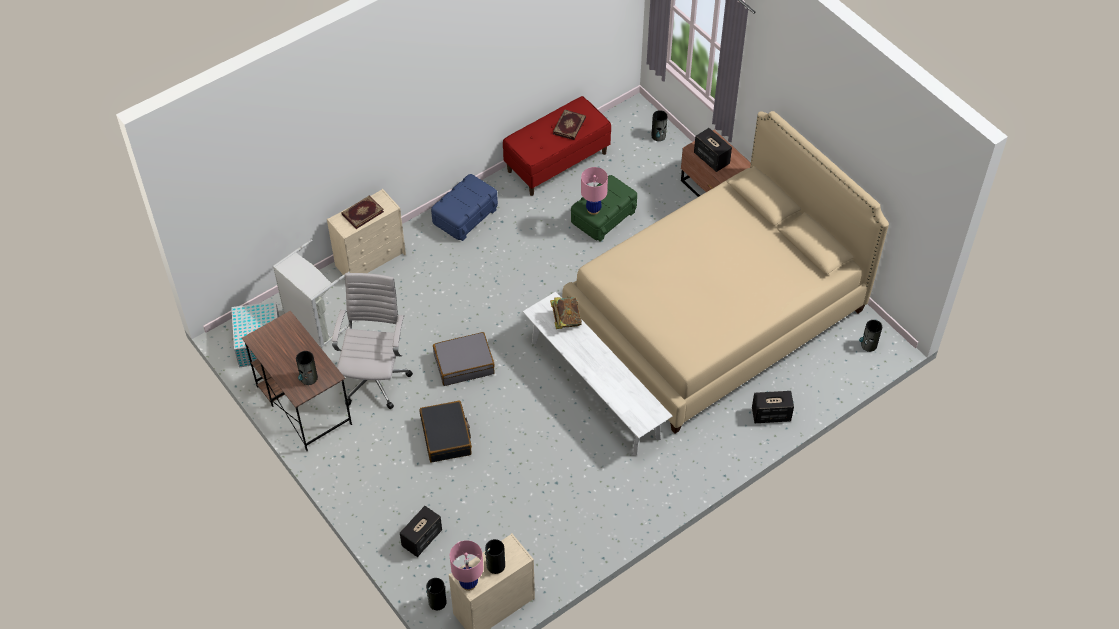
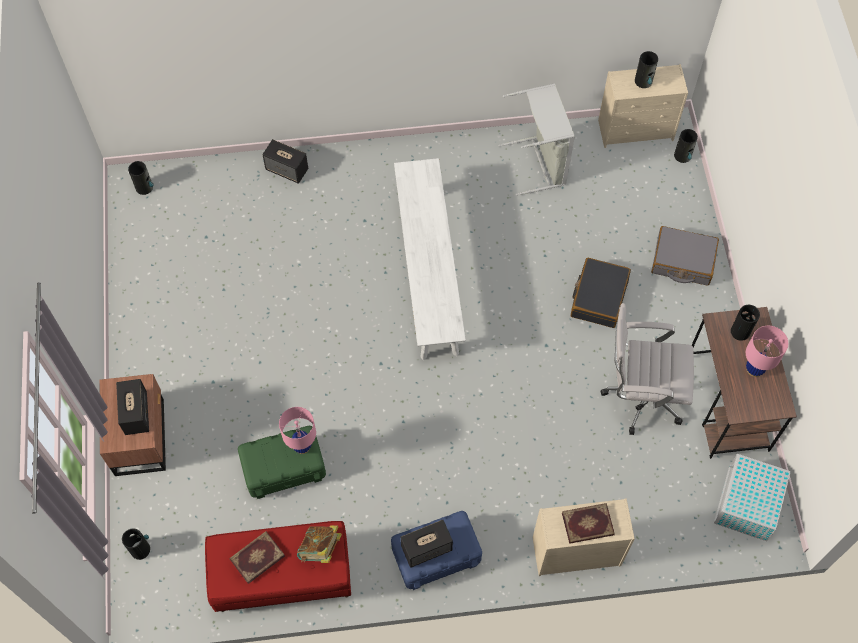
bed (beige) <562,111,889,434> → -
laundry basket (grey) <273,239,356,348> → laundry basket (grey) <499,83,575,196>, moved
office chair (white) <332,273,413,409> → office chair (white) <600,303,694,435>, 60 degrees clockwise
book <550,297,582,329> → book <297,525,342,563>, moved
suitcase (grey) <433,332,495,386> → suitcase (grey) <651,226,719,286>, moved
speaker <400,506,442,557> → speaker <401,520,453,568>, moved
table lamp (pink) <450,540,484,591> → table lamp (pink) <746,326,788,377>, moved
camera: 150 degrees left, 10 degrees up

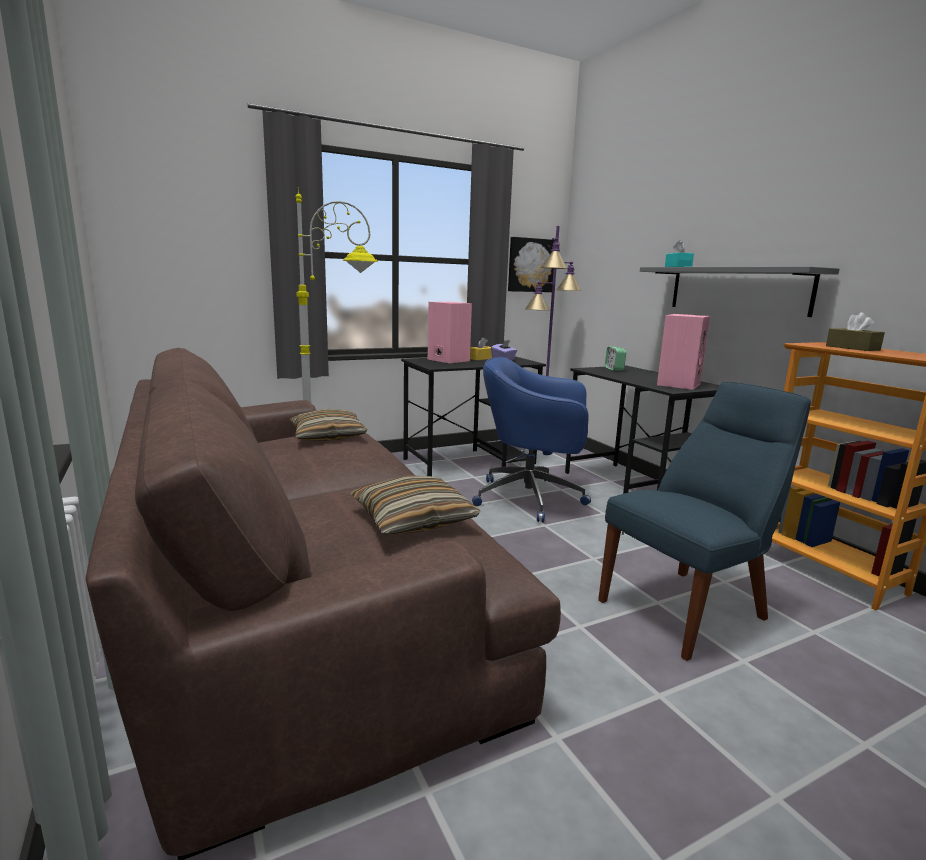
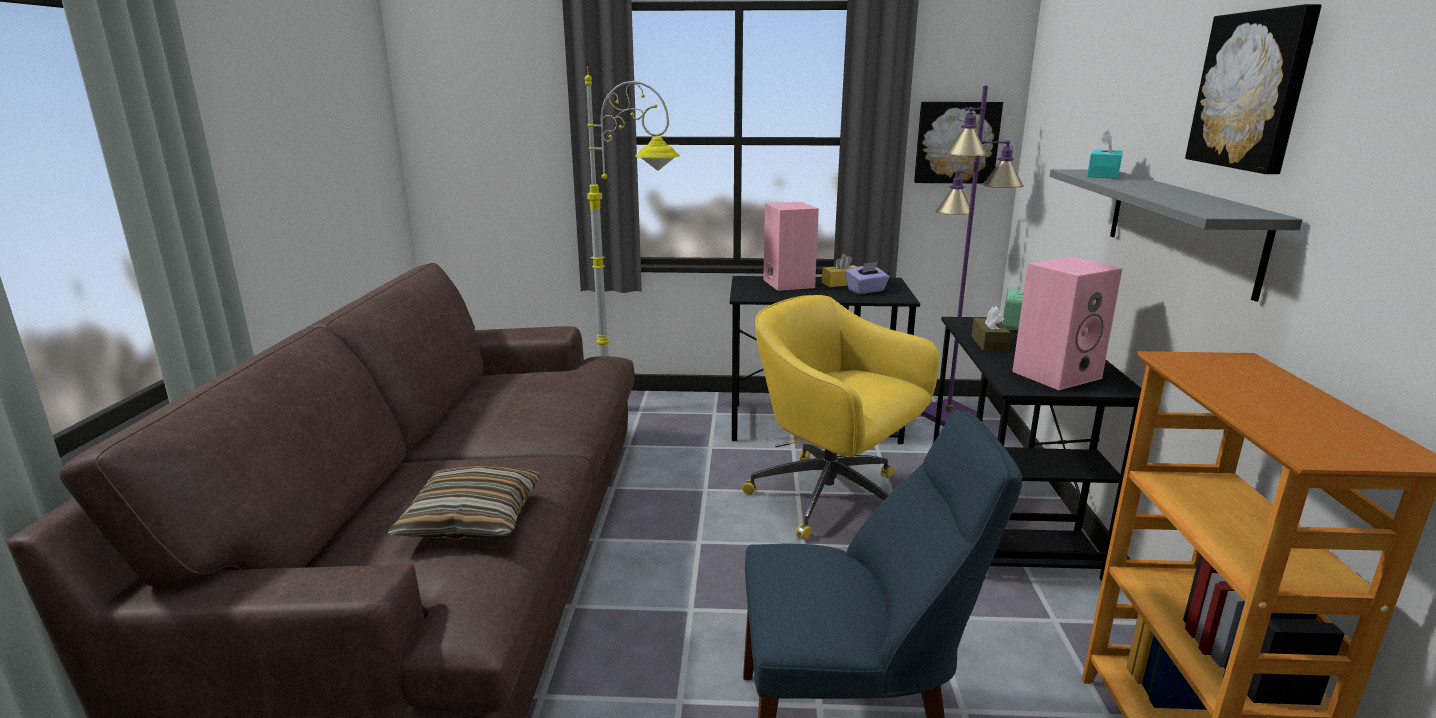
tissue box (brown) <826,312,885,351> → tissue box (brown) <972,306,1011,352>, moved
office chair (blue) <472,357,591,523> → office chair (yellow) <742,295,939,540>
pillow <290,409,368,441> → -
- → picture <1185,4,1322,174>
camera: 30 degrees right, 5 degrees up

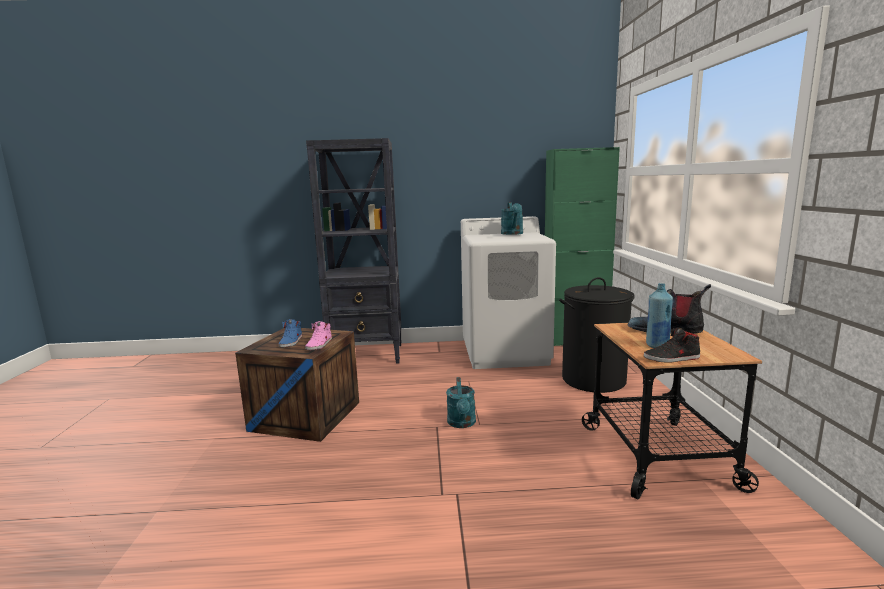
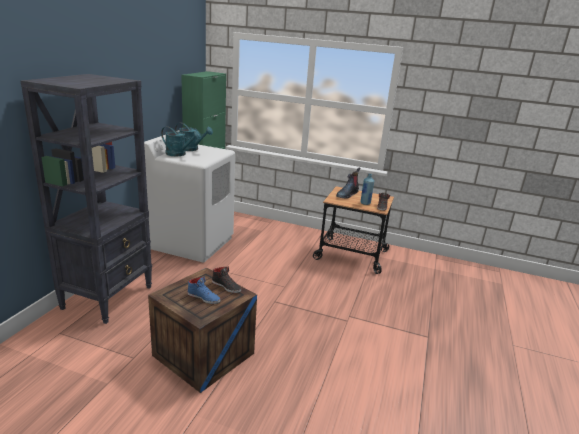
laundry basket (black) <559,277,635,393> → -
shoe (pink) <305,321,332,350> → shoe (black) <212,266,241,293>
watering can (turquoise) <446,377,476,428> → watering can (turquoise) <161,126,201,156>, moved
camera: 70 degrees left, 10 degrees up

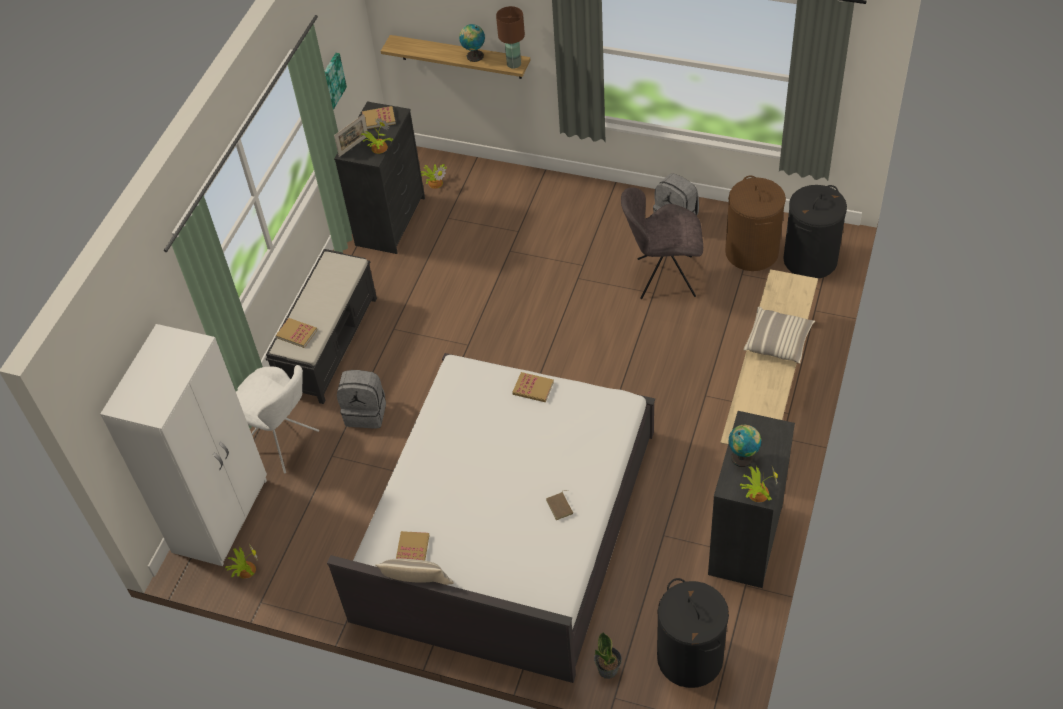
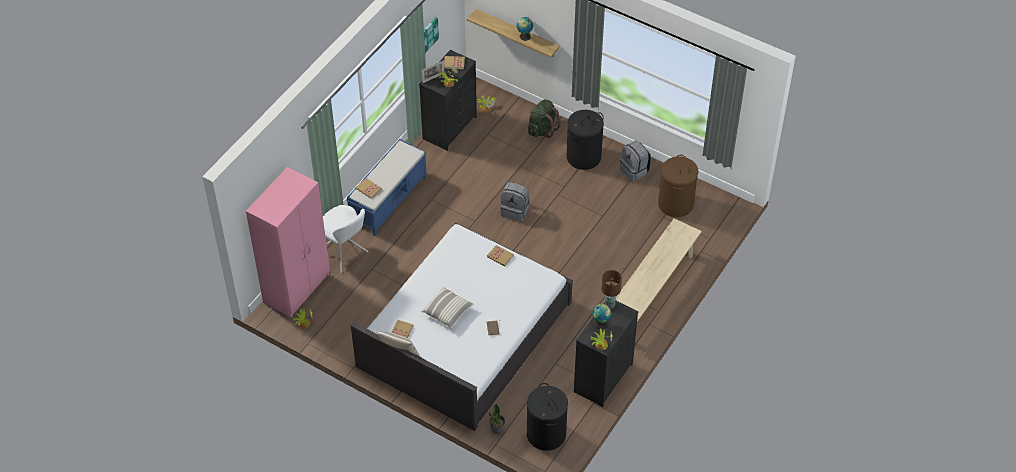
table lamp (brown) <496,6,525,69> → table lamp (brown) <601,270,622,309>, moved
laundry basket (black) <783,185,847,279> → laundry basket (black) <567,110,604,170>, moved
chair (grey) <621,187,703,299> → -
bench (black) <266,249,377,404> → bench (blue) <346,139,427,236>
pillow <744,307,815,364> → pillow <421,286,474,329>, moved
wardrobe (white) <100,324,267,566> → wardrobe (pink) <246,167,330,318>
backpack (grey) <337,370,386,429> → backpack (grey) <500,182,529,222>, moved
- → backpack (green) <528,99,561,138>
camera: 10 degrees right, 0 degrees up

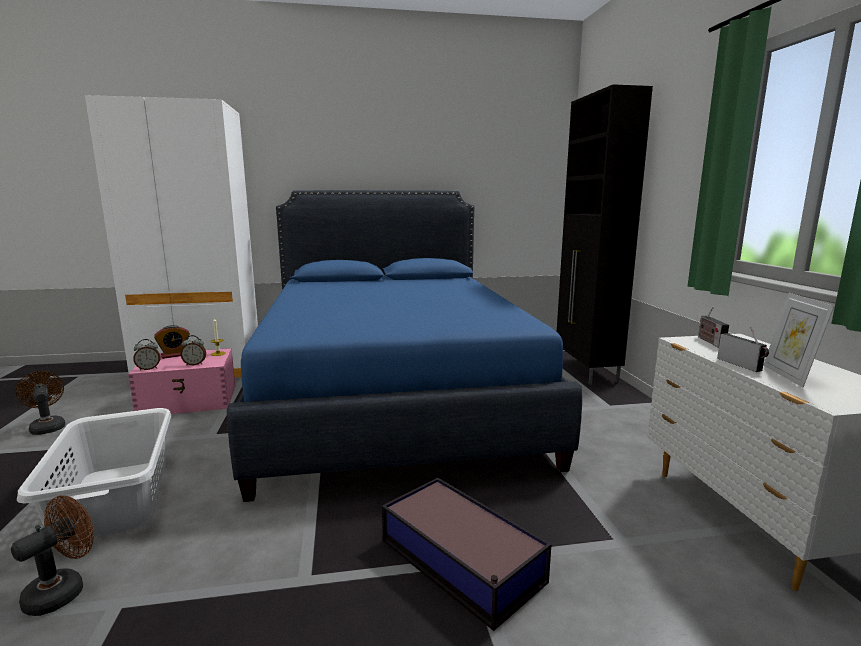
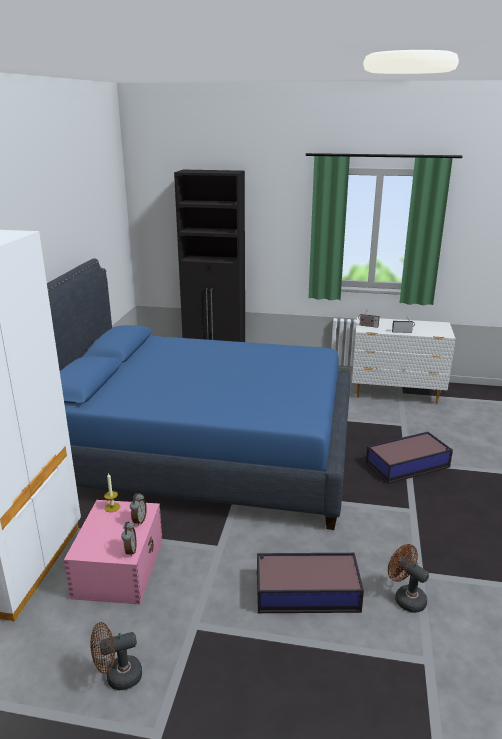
picture frame <763,293,834,387> → -
alarm clock <154,325,190,359> → -
laundry basket (white) <17,408,171,544> → storage box <257,553,364,613>
camera: 70 degrees left, 10 degrees up

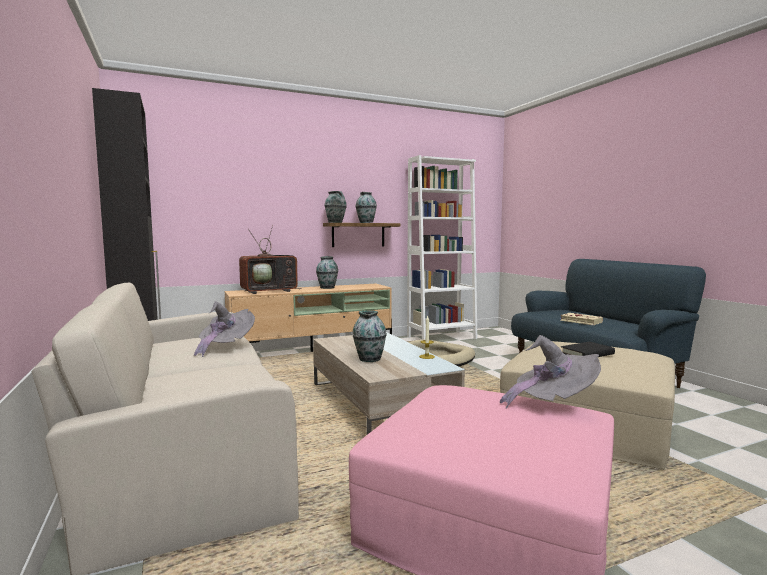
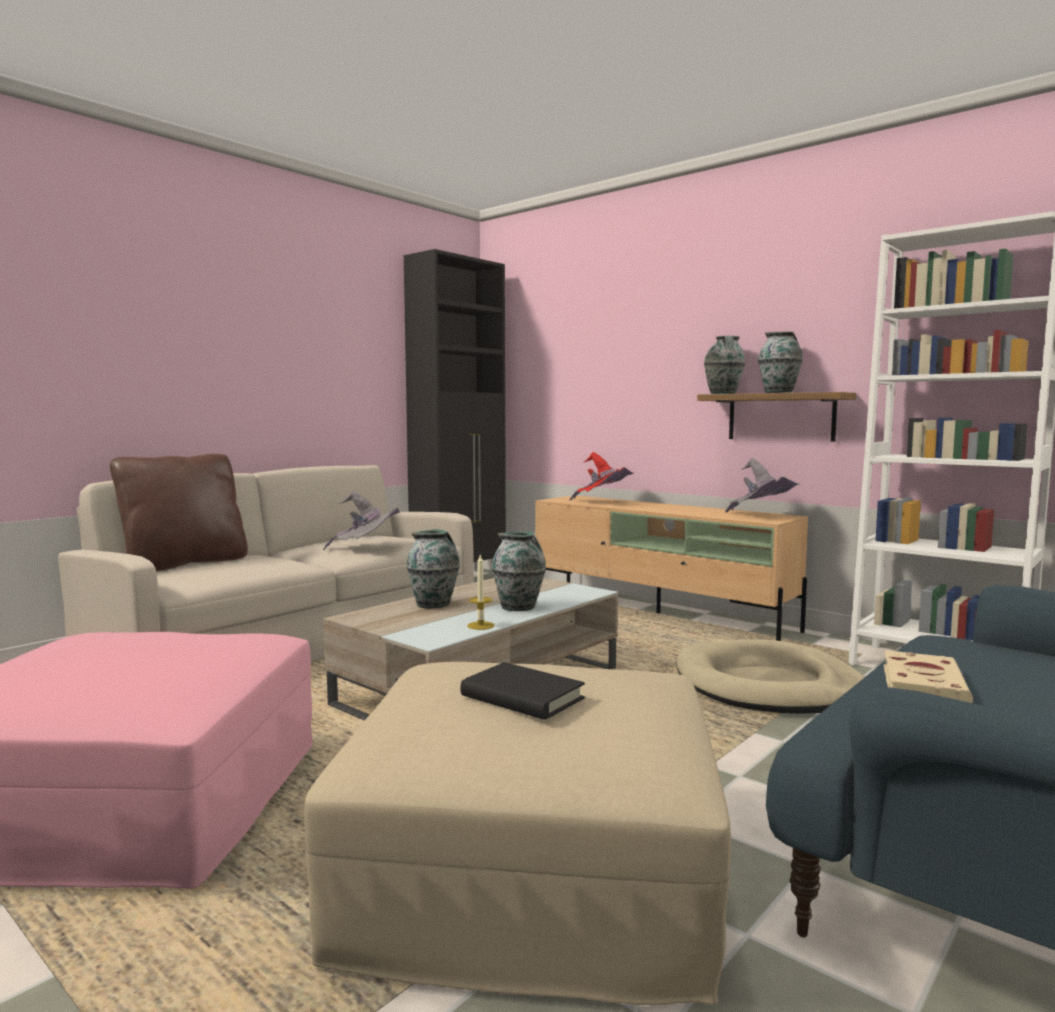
television <239,225,301,294> → hat (red) <569,452,634,501>
vase <316,256,338,289> → vase <492,531,546,611>, moved
hat (grey) <500,335,601,409> → hat (grey) <725,458,800,512>, moved
- → pillow (brown) <110,454,248,571>
camera: 65 degrees right, 0 degrees up

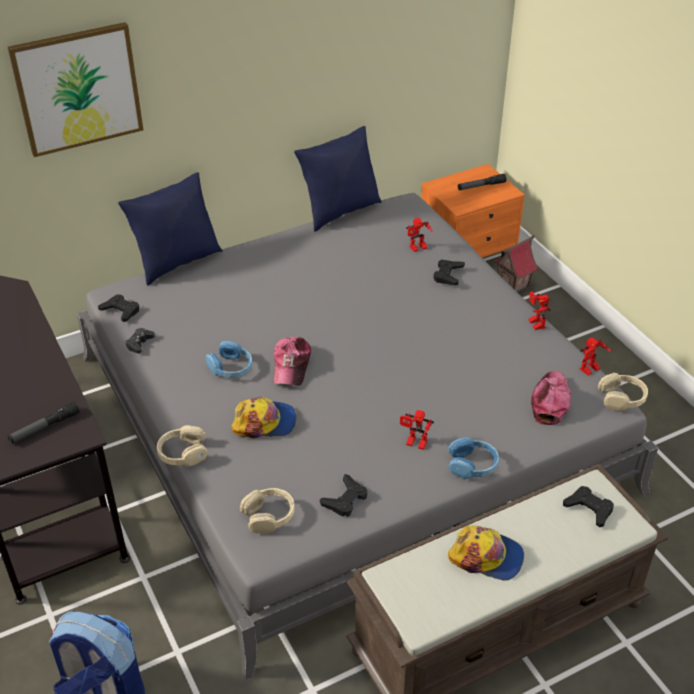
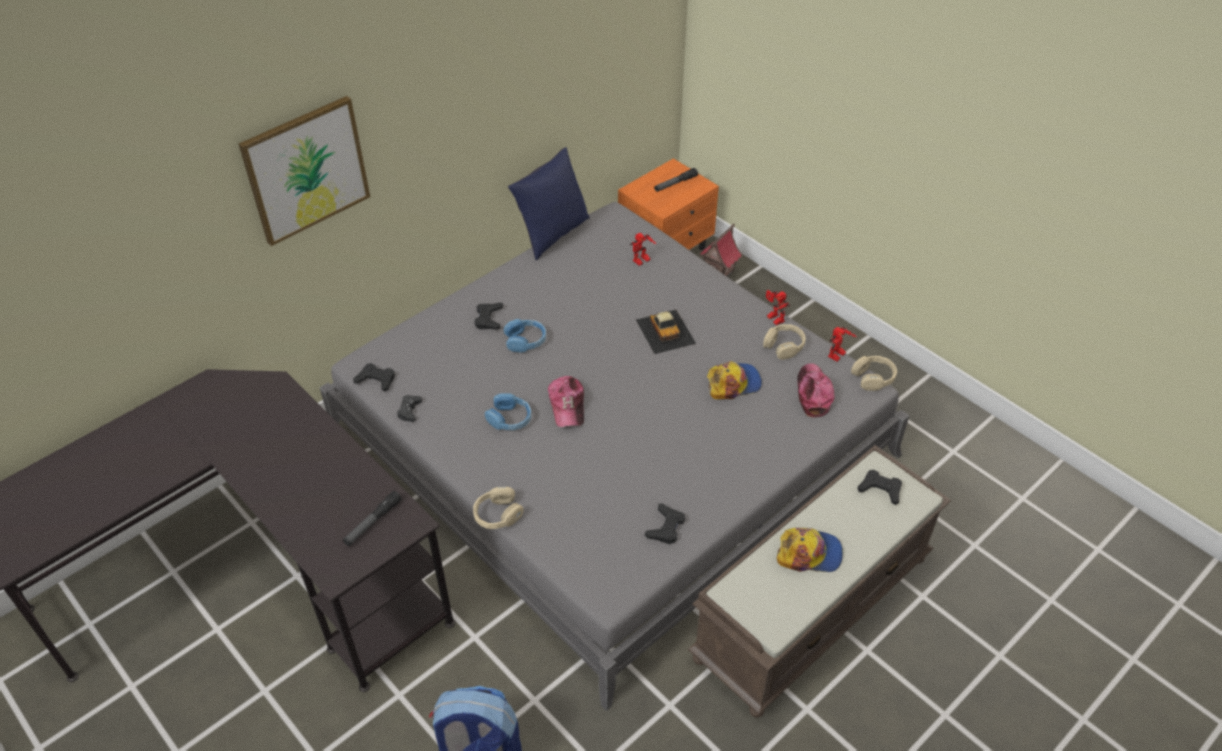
pillow (blue) <118,172,222,286> → -
game controller (black) <433,259,465,285> → game controller (black) <474,303,503,330>, moved
cap <231,397,296,438> → cap <707,361,762,399>, moved
toy robot <400,410,434,450> → -
headphones (blue) <448,437,499,479> → headphones (blue) <504,319,546,353>, moved
headphones (beige) <240,488,294,533> → headphones (beige) <763,324,806,360>, moved
- → toy car <636,310,696,354>
camera: 15 degrees left, 5 degrees up

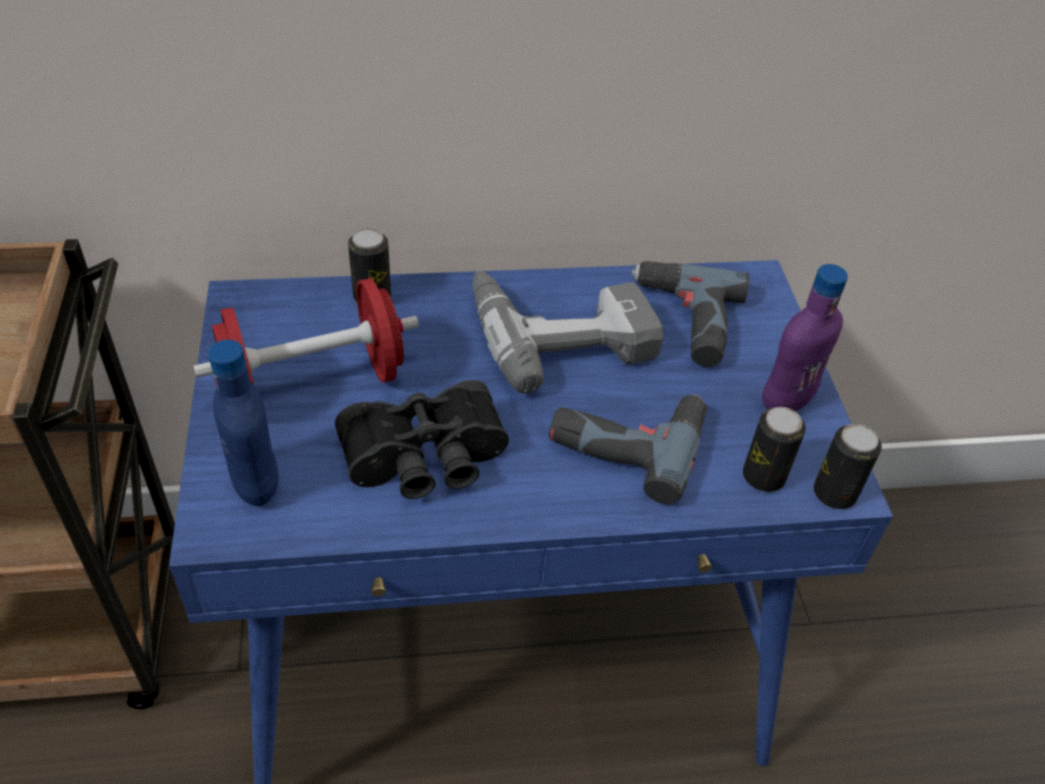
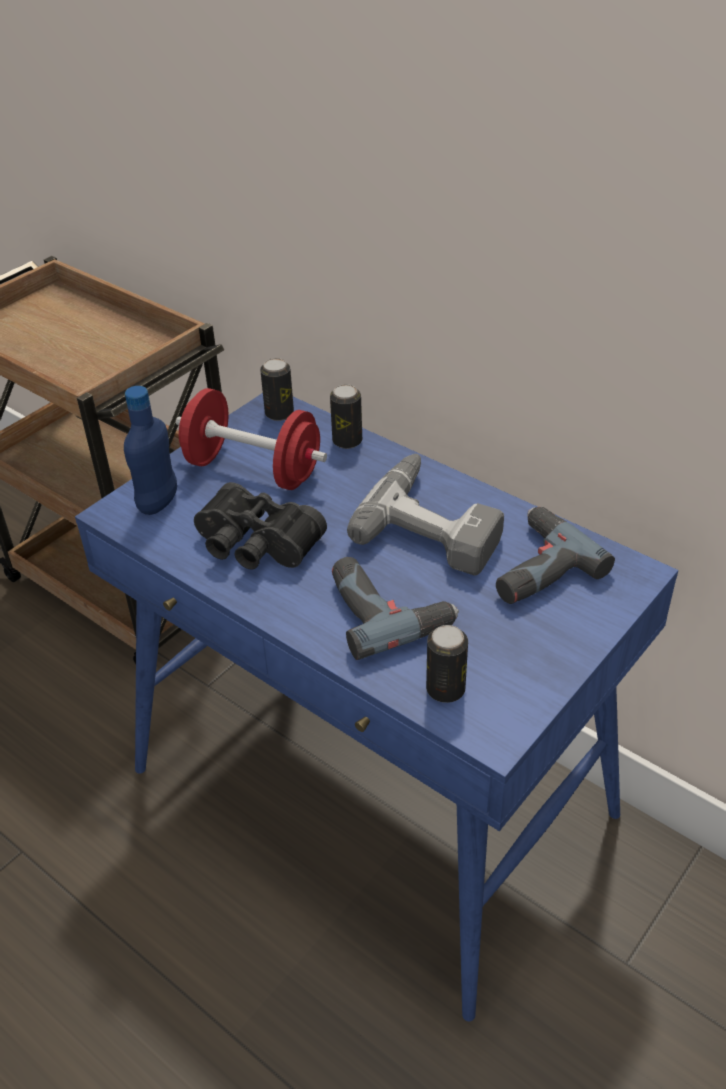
bottle (purple) <762,264,848,411> → -
can <814,424,882,509> → can <260,358,294,421>, moved
camera: 50 degrees right, 5 degrees down

